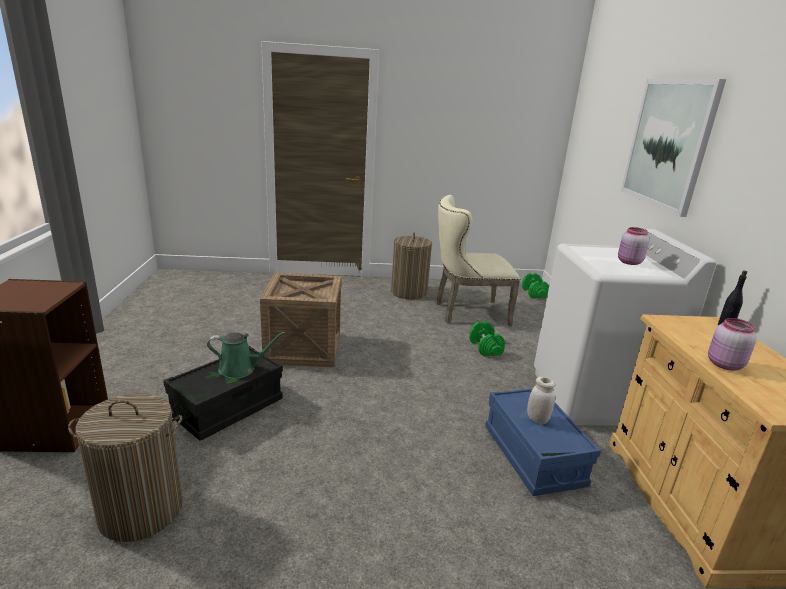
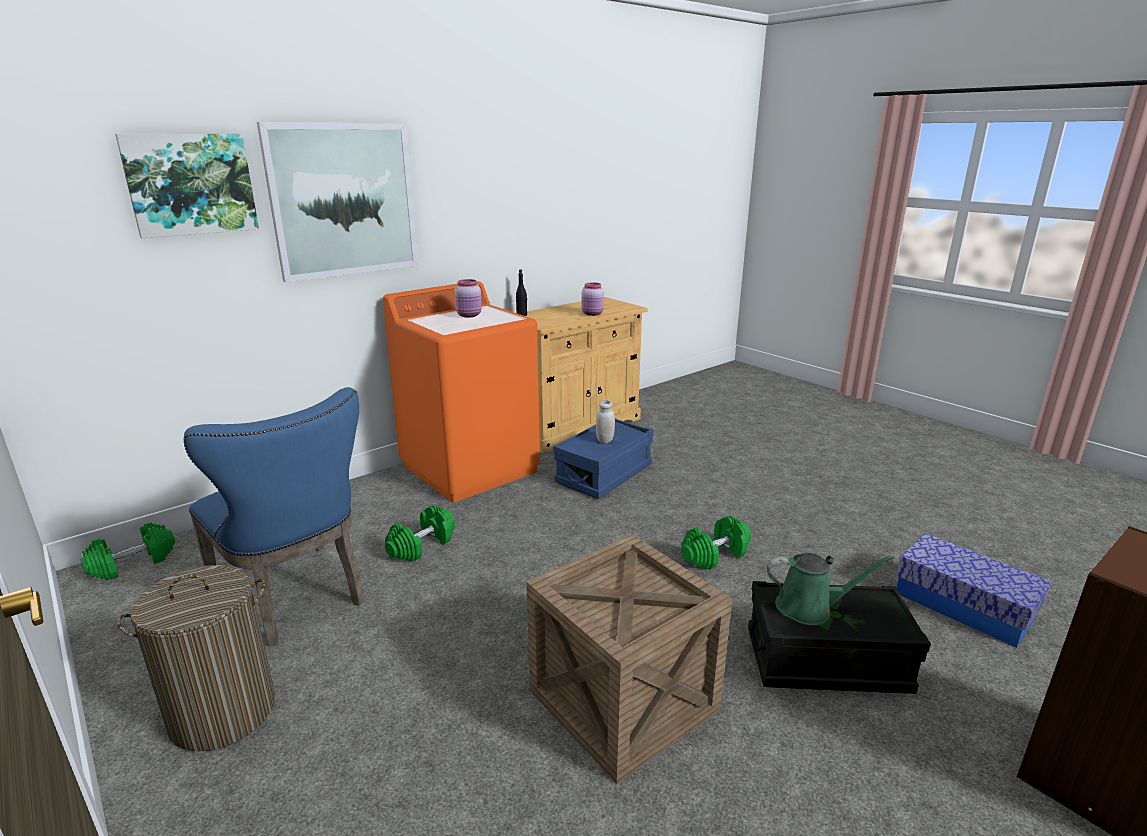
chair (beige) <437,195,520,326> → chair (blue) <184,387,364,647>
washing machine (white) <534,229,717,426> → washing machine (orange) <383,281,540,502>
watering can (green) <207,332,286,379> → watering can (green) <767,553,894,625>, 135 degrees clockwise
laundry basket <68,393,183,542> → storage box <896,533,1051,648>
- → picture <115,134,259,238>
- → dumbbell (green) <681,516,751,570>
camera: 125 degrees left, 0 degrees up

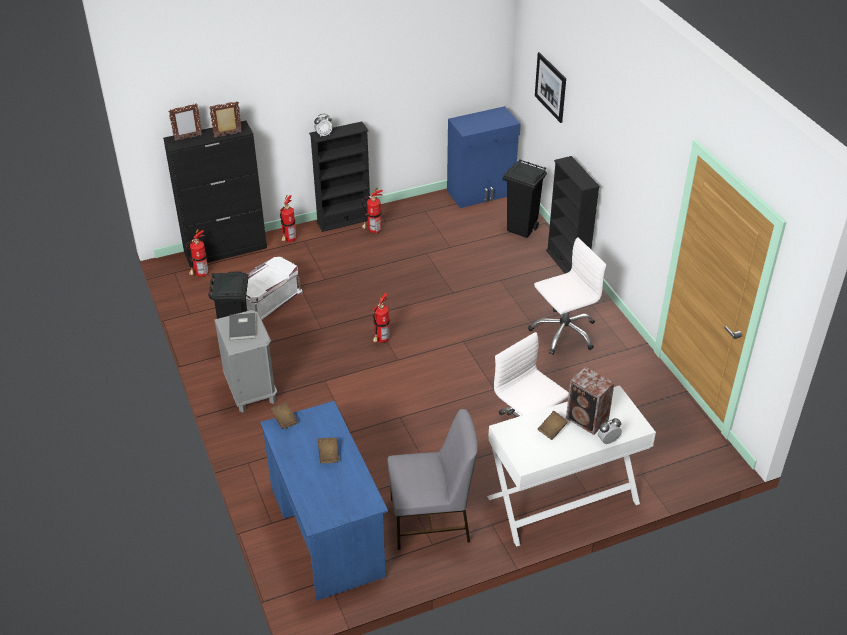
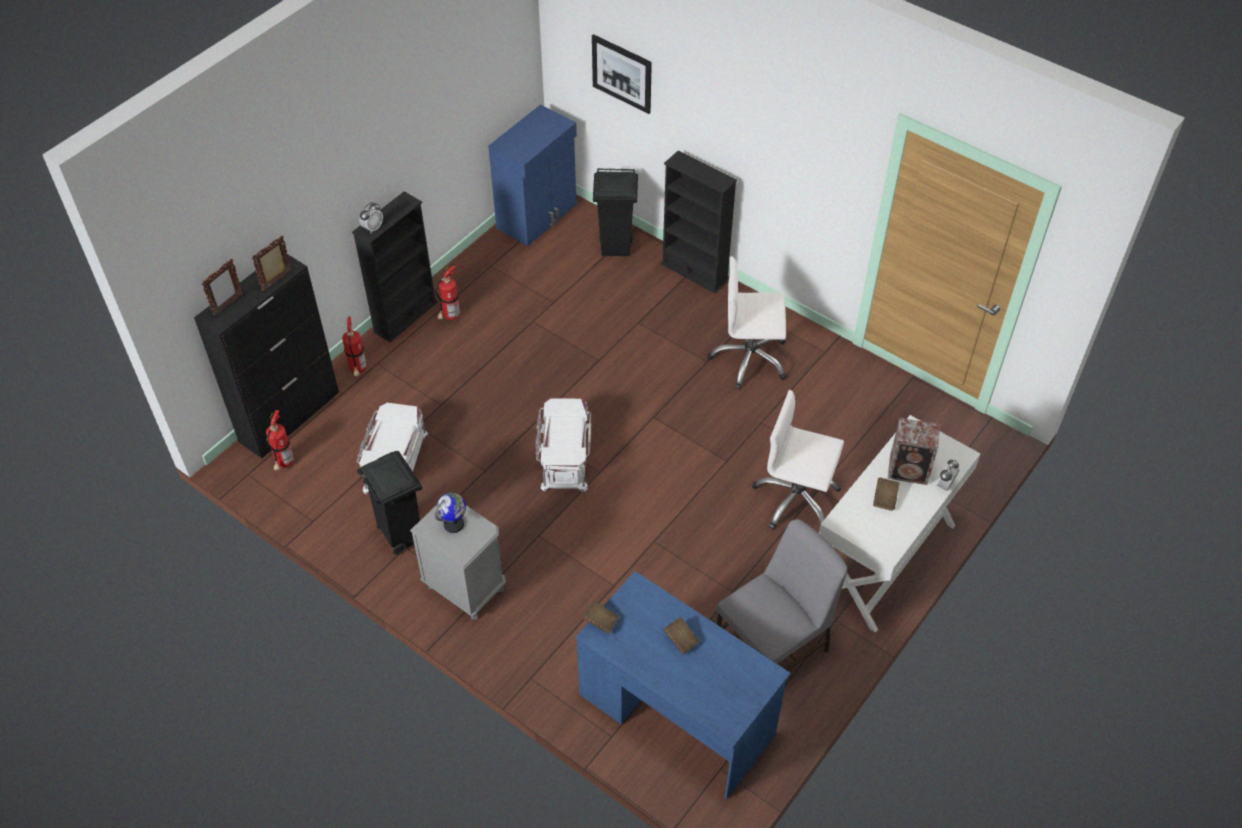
office chair (white) <528,237,606,355> → office chair (white) <707,256,787,390>, 120 degrees counterclockwise
fire extinguisher <373,293,390,343> → storage box (white) <535,399,591,492>
book (grey) <229,313,256,340> → globe <435,492,466,533>
camera: 30 degrees left, 10 degrees up

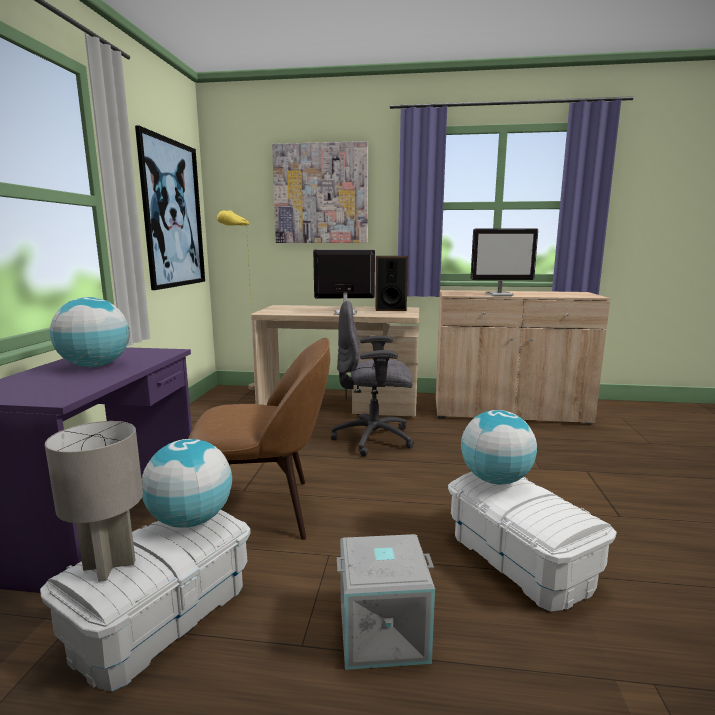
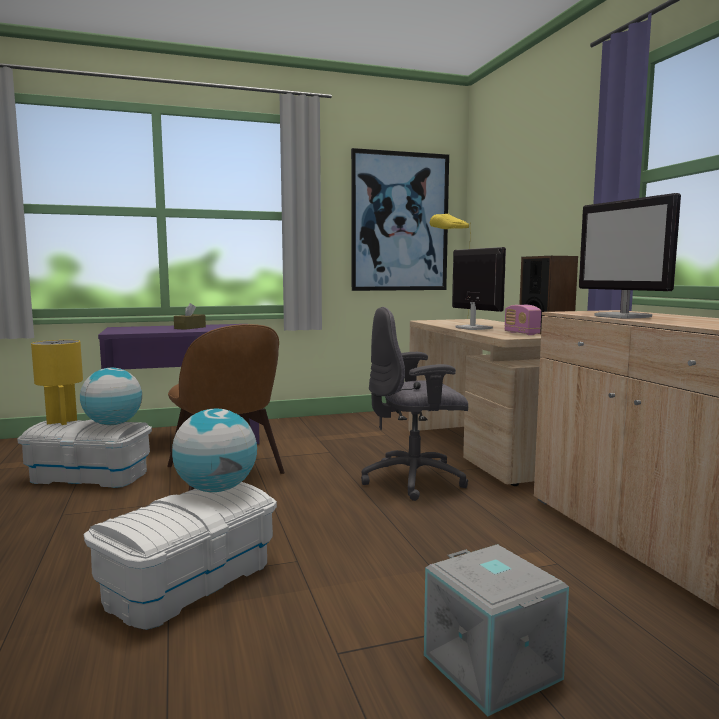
picture <272,141,368,243> → -
globe <50,297,130,367> → tissue box (brown) <174,303,206,330>
office chair (grey) <331,301,414,456> → office chair (grey) <361,307,468,501>, 75 degrees counterclockwise
table lamp (grey) <45,421,143,582> → table lamp (yellow) <31,340,83,425>
storage box (grey) <337,534,435,670> → storage box (grey) <424,544,569,716>, moved
- → radio <504,305,541,335>
camera: 65 degrees right, 5 degrees down

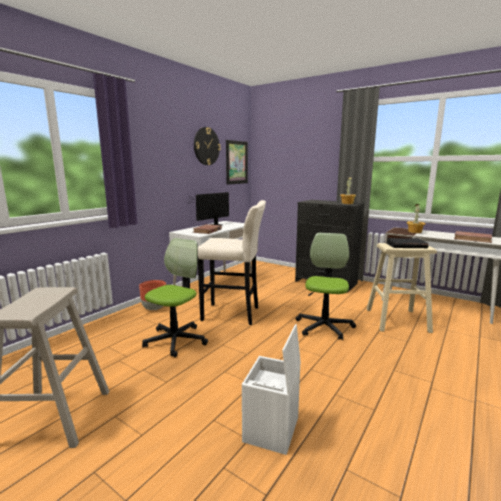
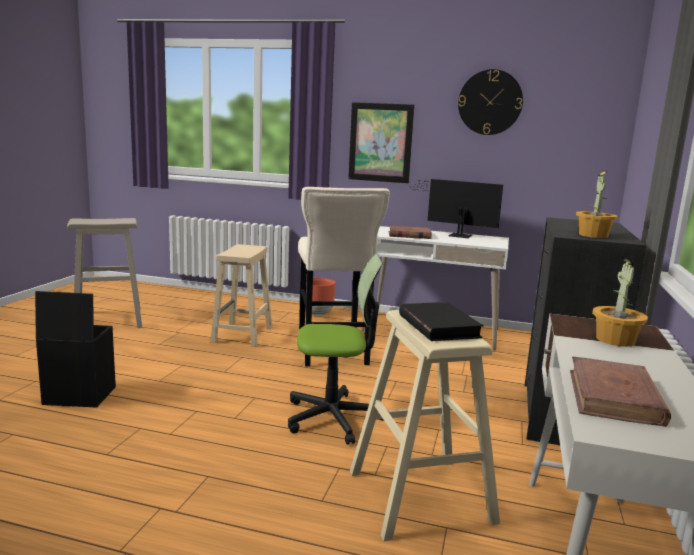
picture <226,140,248,185> → picture <348,102,414,183>, moved
office chair <142,238,208,357> → stool (beige) <210,244,272,347>
storage box (white) <242,324,301,455> → storage box (black) <35,291,116,408>
camera: 70 degrees right, 0 degrees up

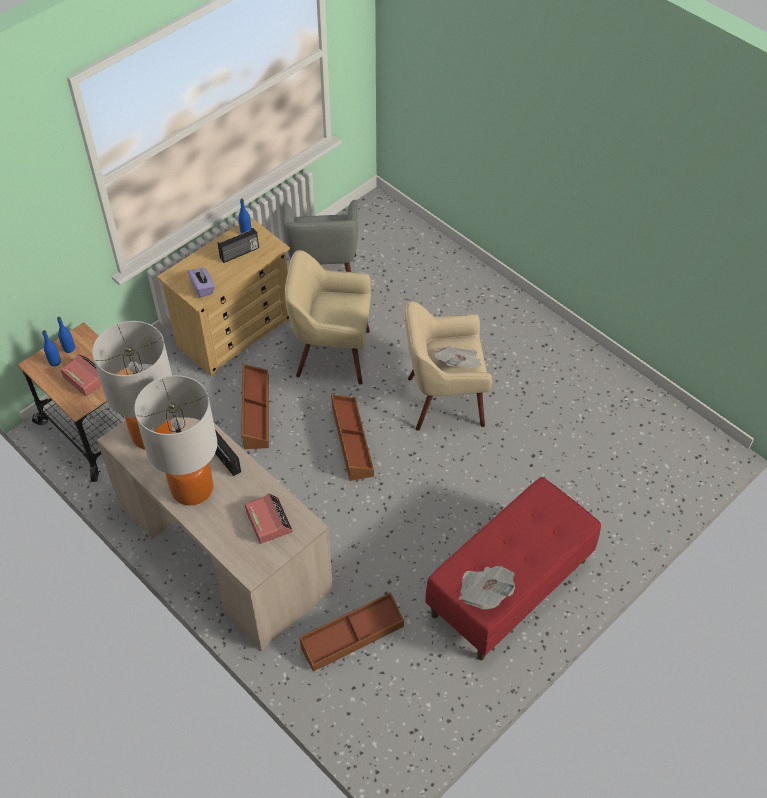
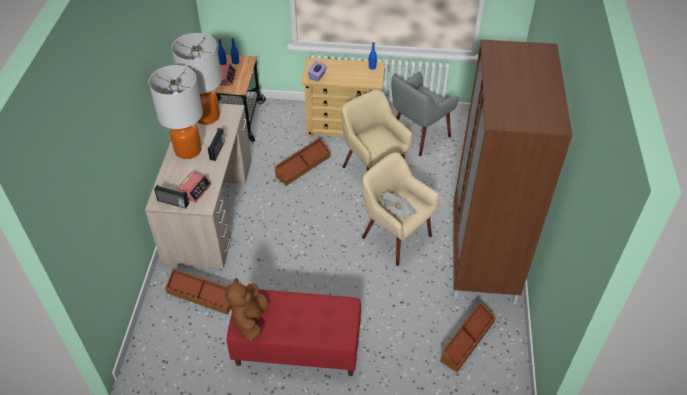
radio <218,228,259,263> → radio <154,185,189,208>, moved
storage box (brown) <331,394,374,481> → storage box (brown) <440,302,496,372>, moved
newspaper <459,565,515,609> → plush toy (brown) <225,278,269,341>
- → wardrobe (brown) <453,39,572,304>
camera: 50 degrees right, 5 degrees down

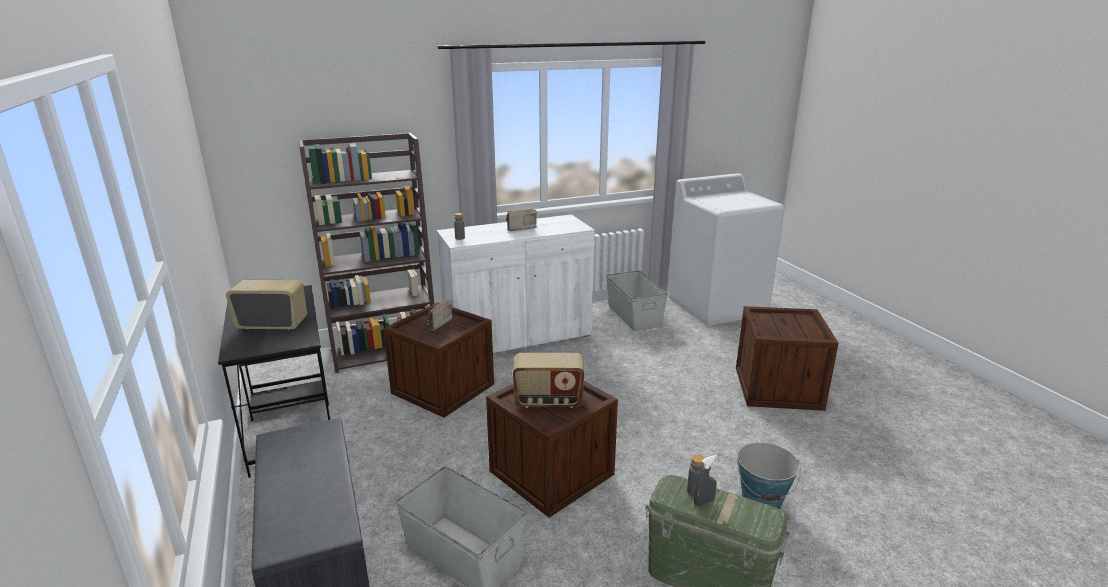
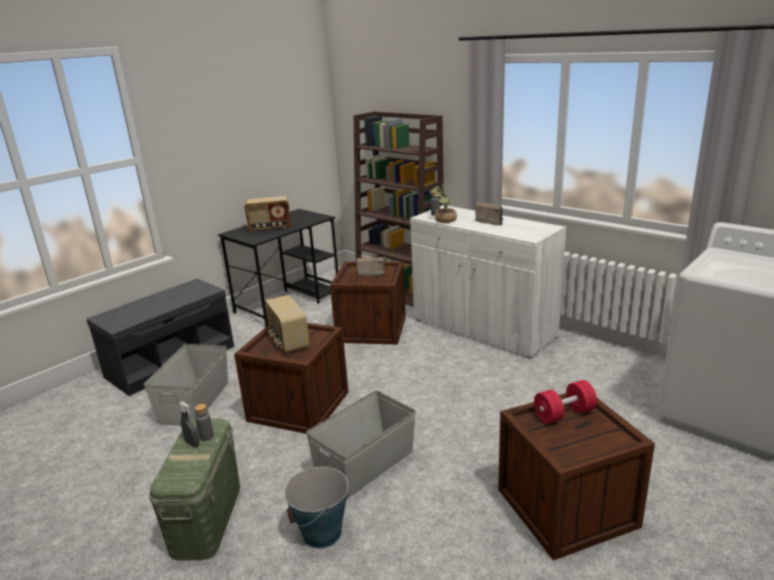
storage box (grey) <606,270,668,331> → storage box (grey) <306,390,416,499>, moved
radio <226,280,307,330> → radio <244,196,291,232>, 105 degrees clockwise
- → potted plant <432,184,457,223>
- → dumbbell (red) <534,380,597,424>
camera: 65 degrees right, 0 degrees up

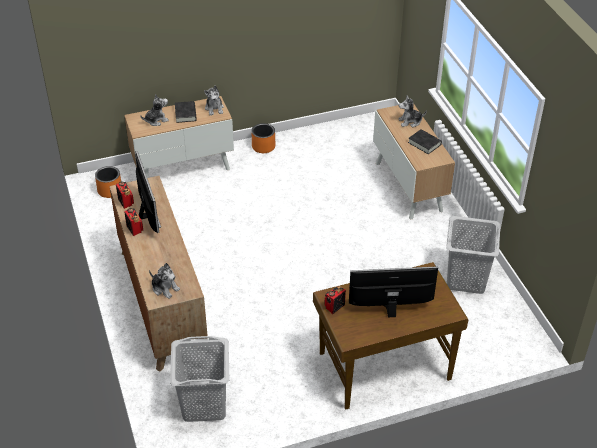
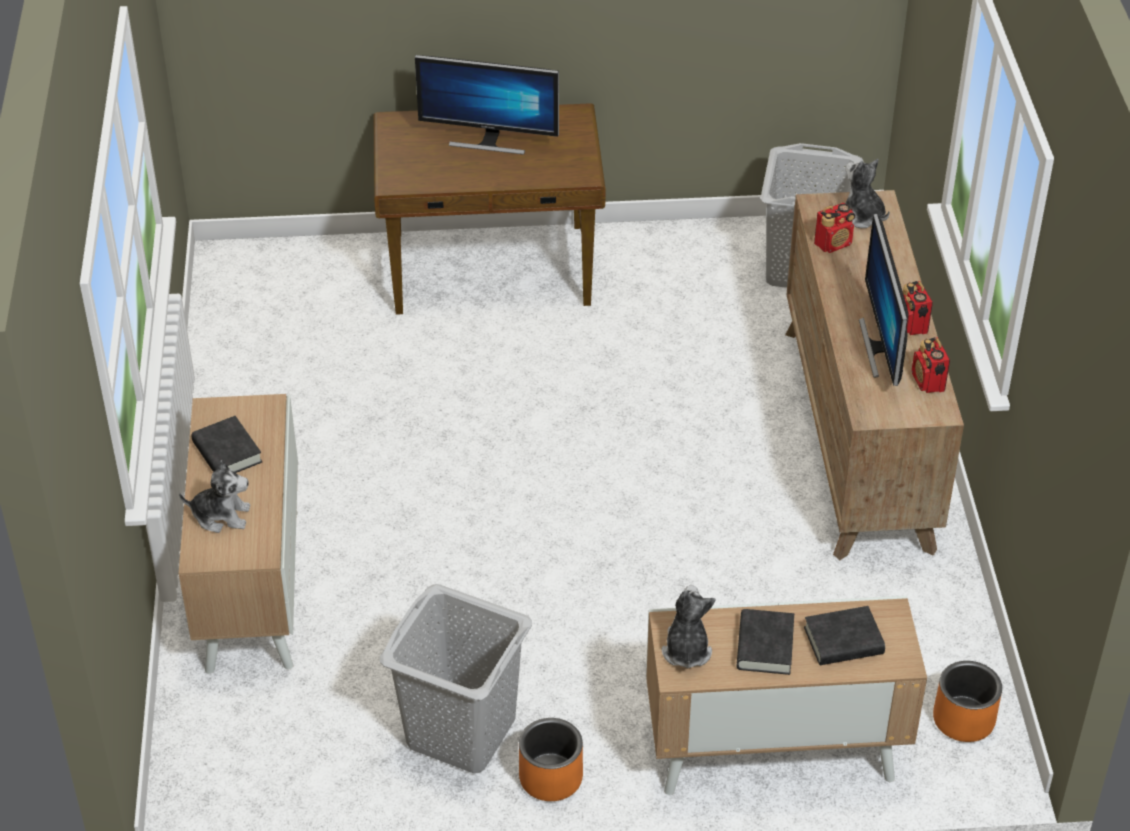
plush toy <140,94,169,126> → book (black) <804,606,885,665>
laundry basket (grey) <446,216,500,294> → laundry basket (grey) <380,584,532,773>, moved
radio <324,286,346,314> → radio <814,203,855,253>, moved
camera: 165 degrees left, 0 degrees up

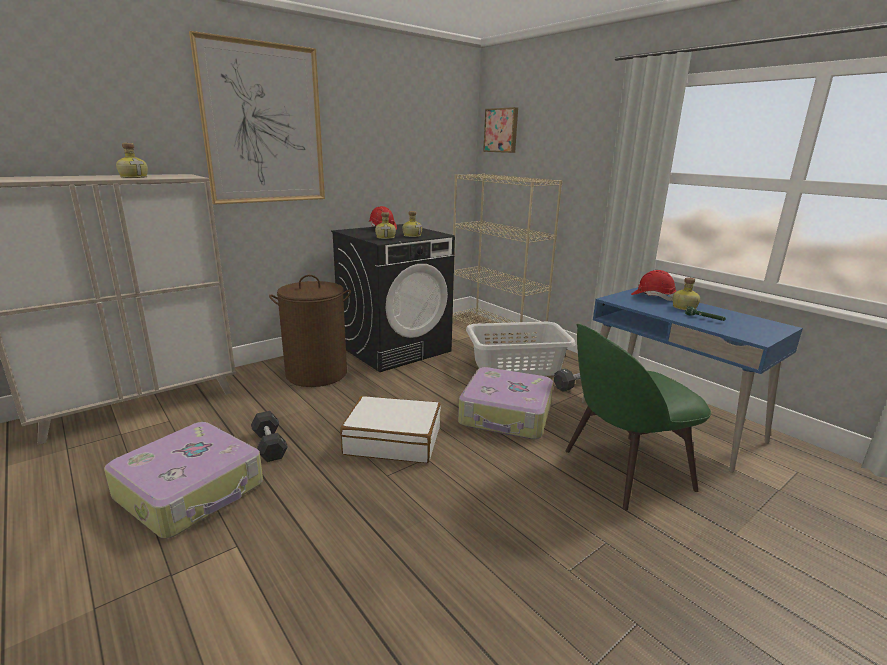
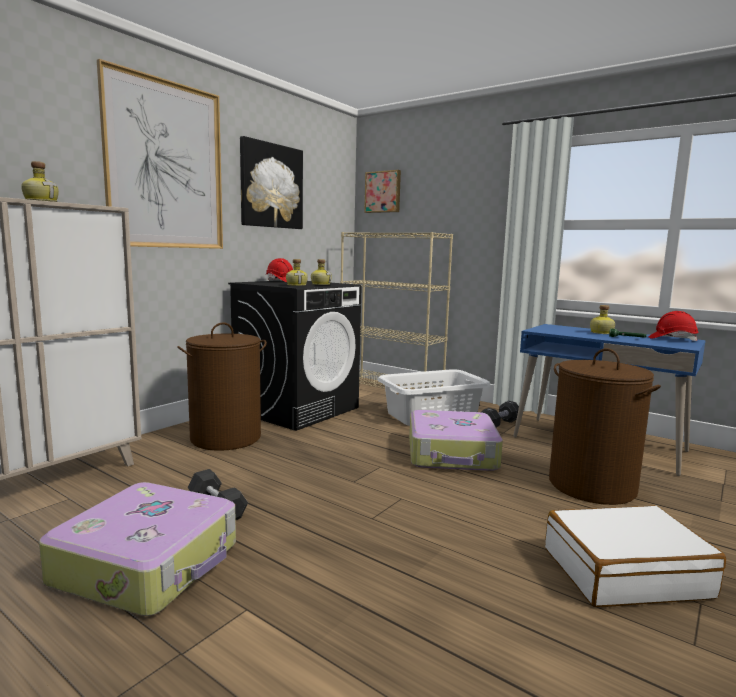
hard hat (red) <631,270,676,301> → hard hat (red) <649,311,698,341>, moved
chair (green) <565,324,711,510> → laundry basket (brown) <549,348,661,505>
suitcase (white) <340,396,441,463> → suitcase (white) <545,505,726,607>, moved
- → picture <240,136,303,229>
camera: 15 degrees left, 10 degrees down

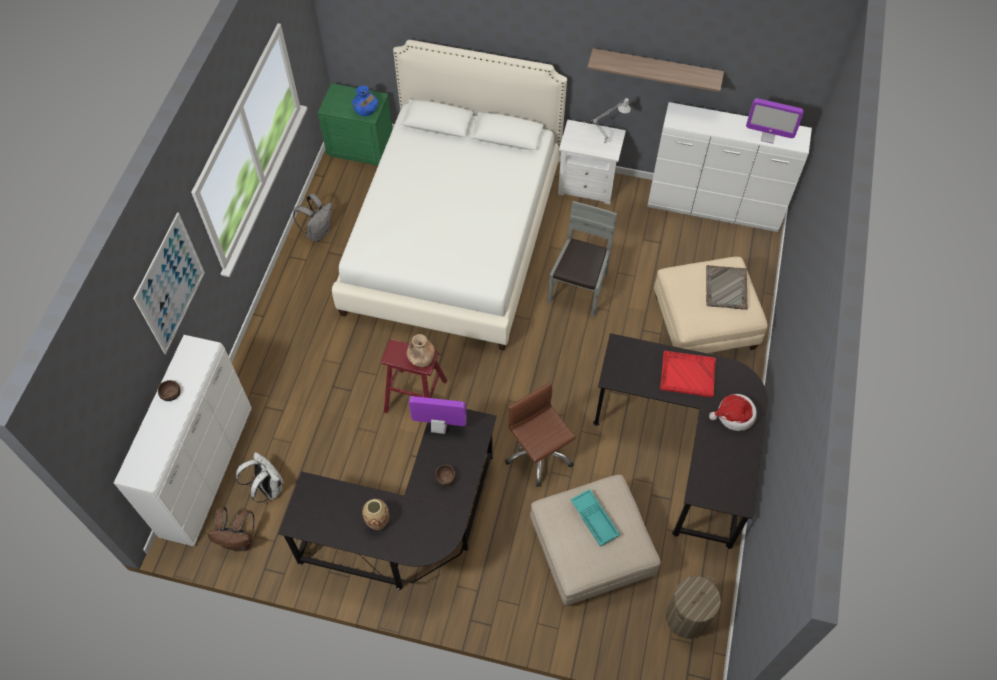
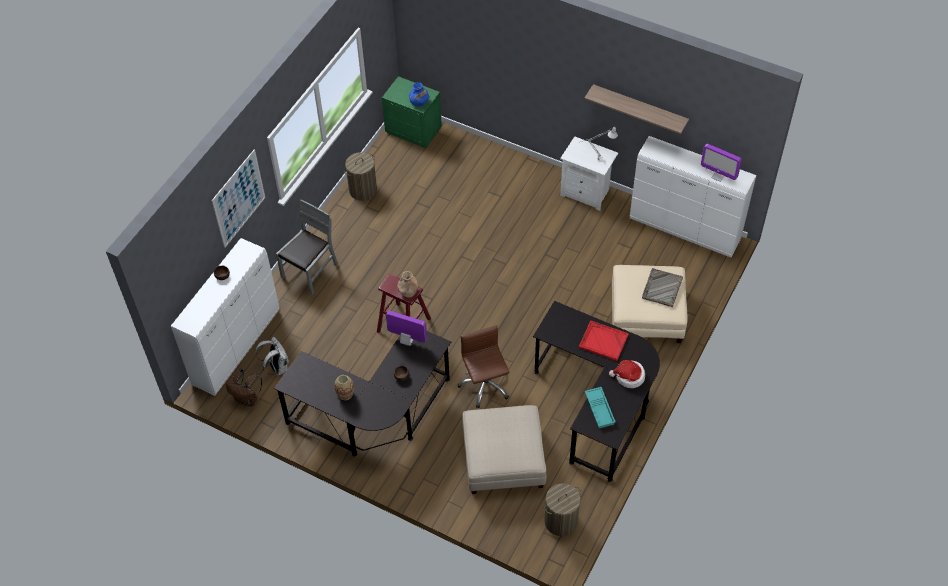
bed (white) <332,40,567,350> → -
backpack (grey) <293,194,332,242> → laundry basket <344,152,377,201>
chair (grey) <548,201,617,316> → chair (grey) <276,200,338,295>, moved
tray (turquoise) <570,489,620,547> → tray (turquoise) <585,387,615,428>, moved
camera: 15 degrees right, 5 degrees down

